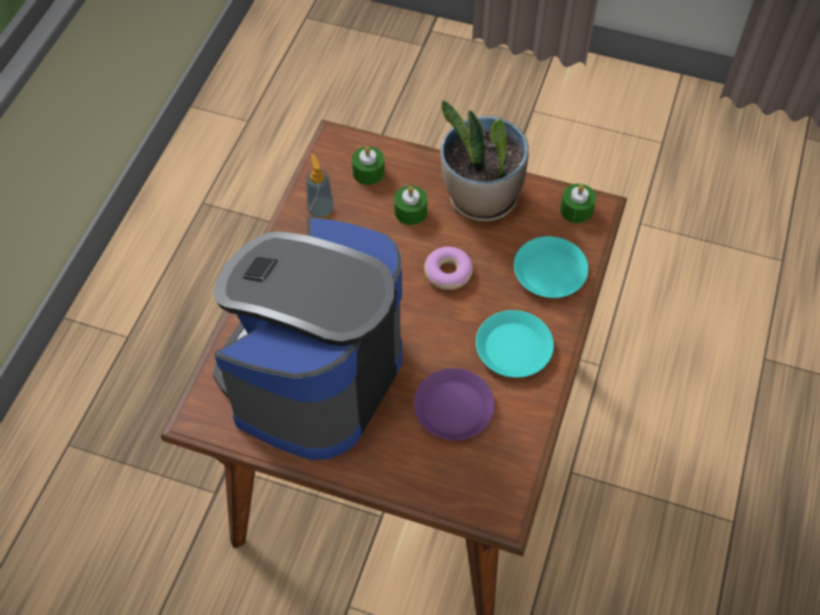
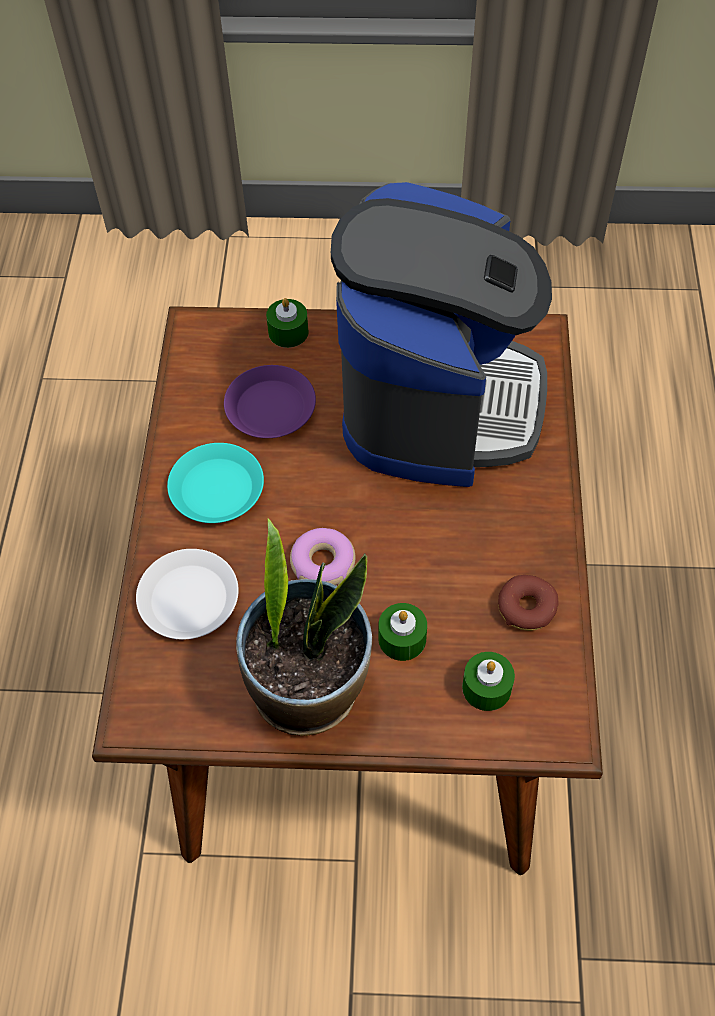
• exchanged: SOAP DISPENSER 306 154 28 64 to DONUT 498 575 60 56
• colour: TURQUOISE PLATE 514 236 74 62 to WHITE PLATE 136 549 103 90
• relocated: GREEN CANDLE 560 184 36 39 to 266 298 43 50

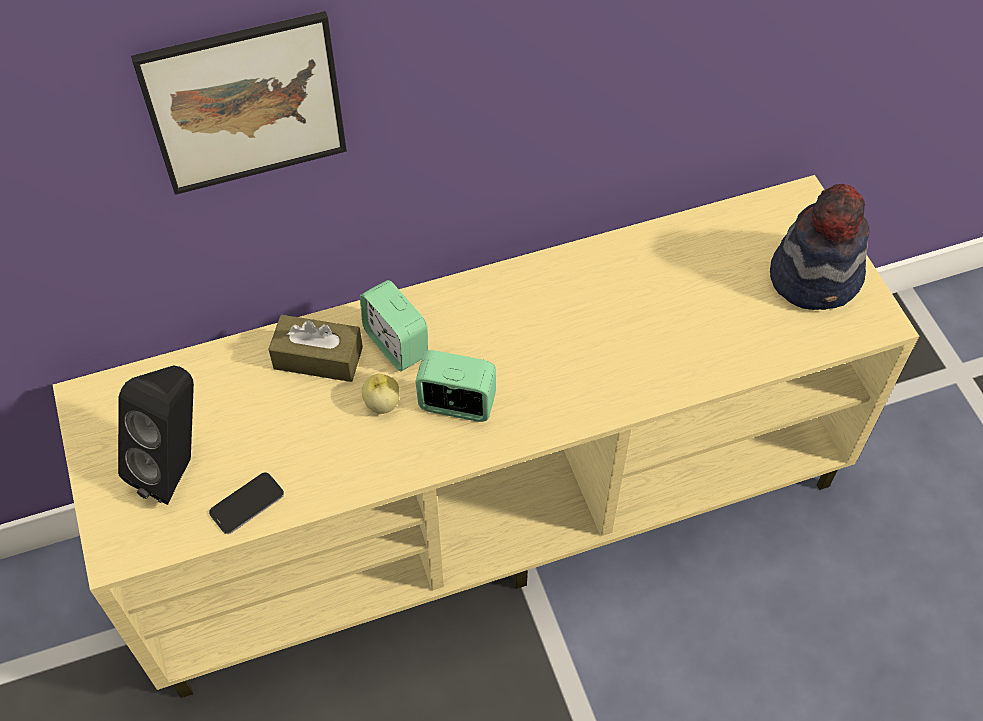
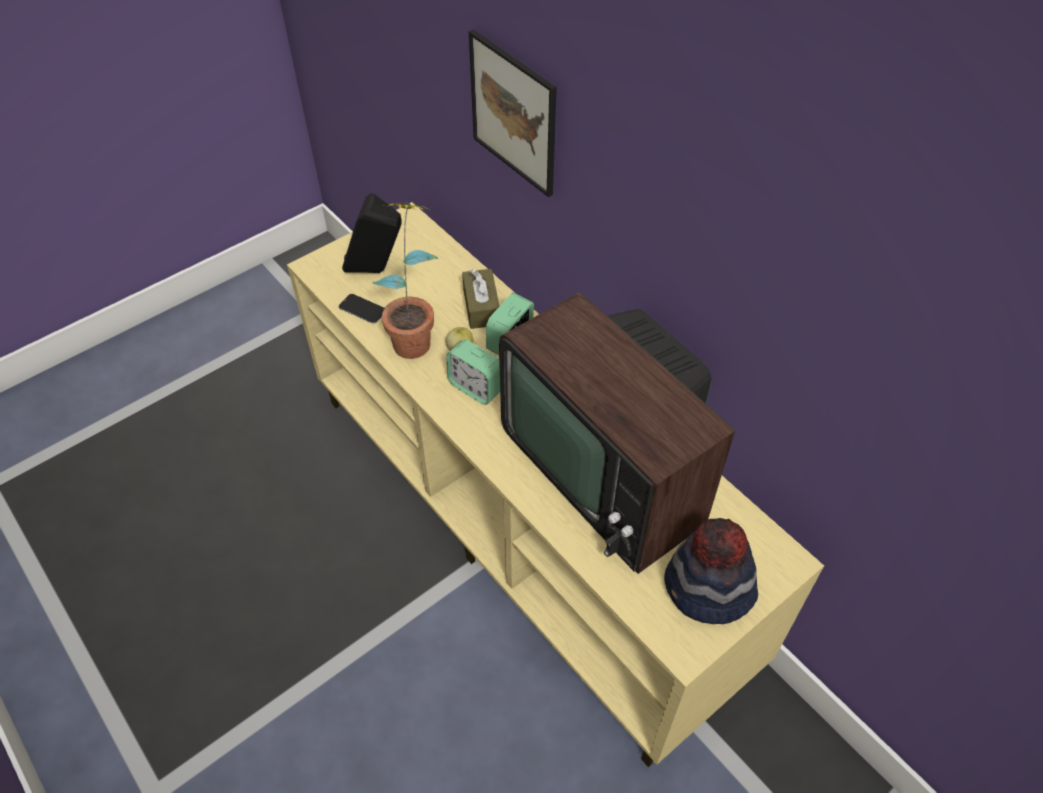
• spun: ALARM CLOCK 415 350 81 72 = 446 339 54 66 135 degrees clockwise
• appeared: POTTED PLANT 372 203 66 156
• appeared: TELEVISION 499 293 236 281

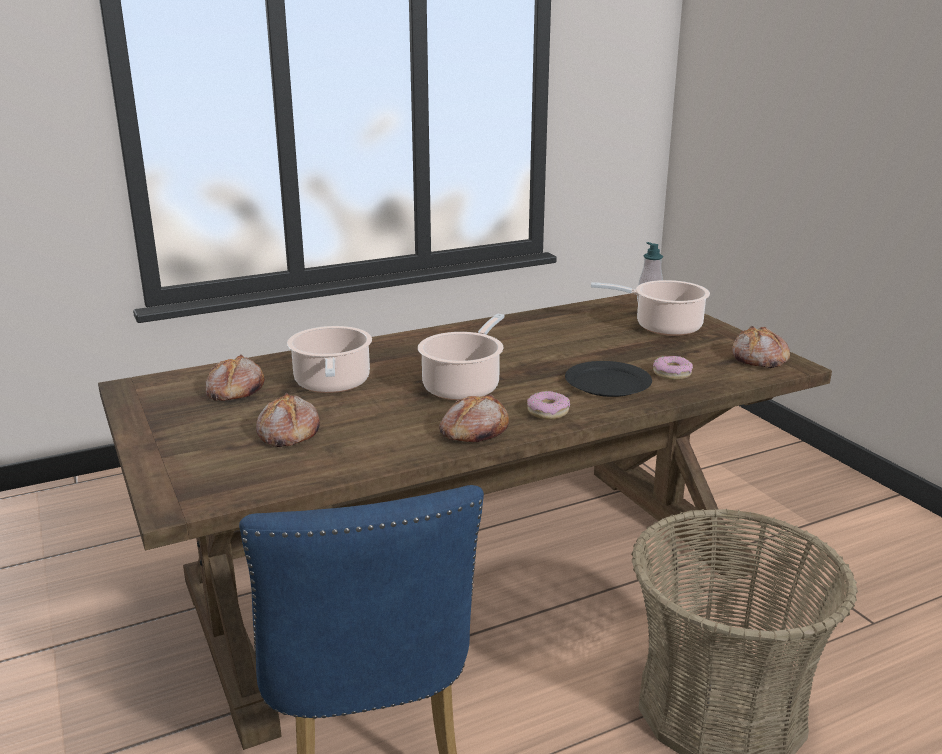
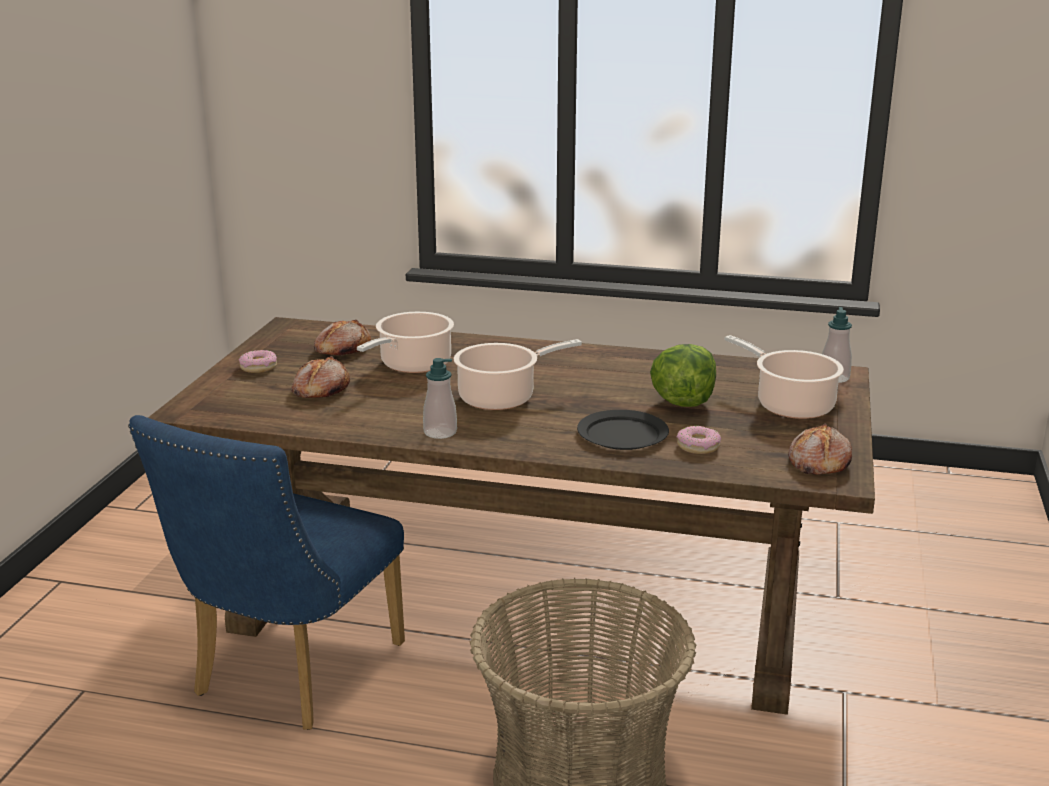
• exchanged: BREAD 439 394 70 48 to SOAP DISPENSER 423 358 34 81
• relocated: DONUT 527 391 43 29 to 239 350 38 23
• appeared: LETTUCE 650 344 66 63

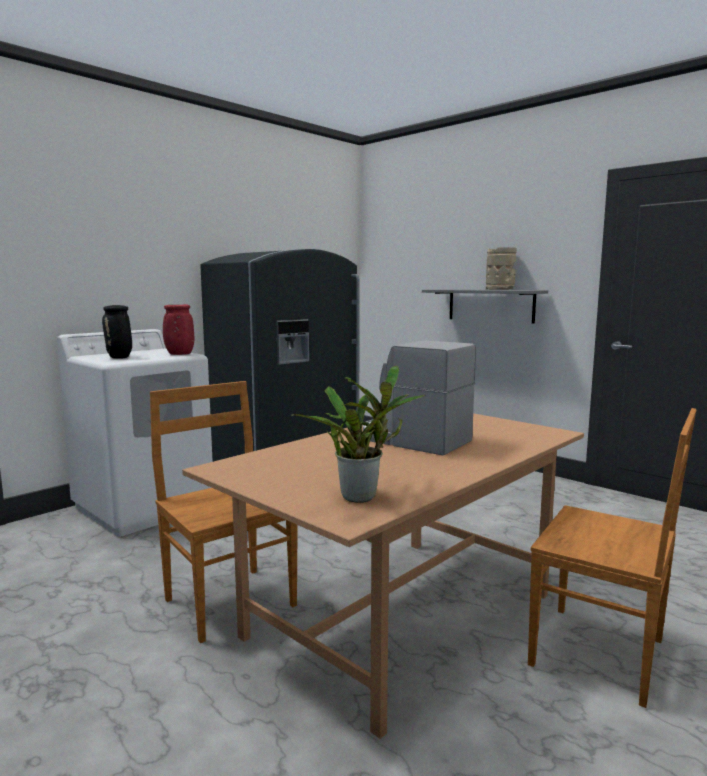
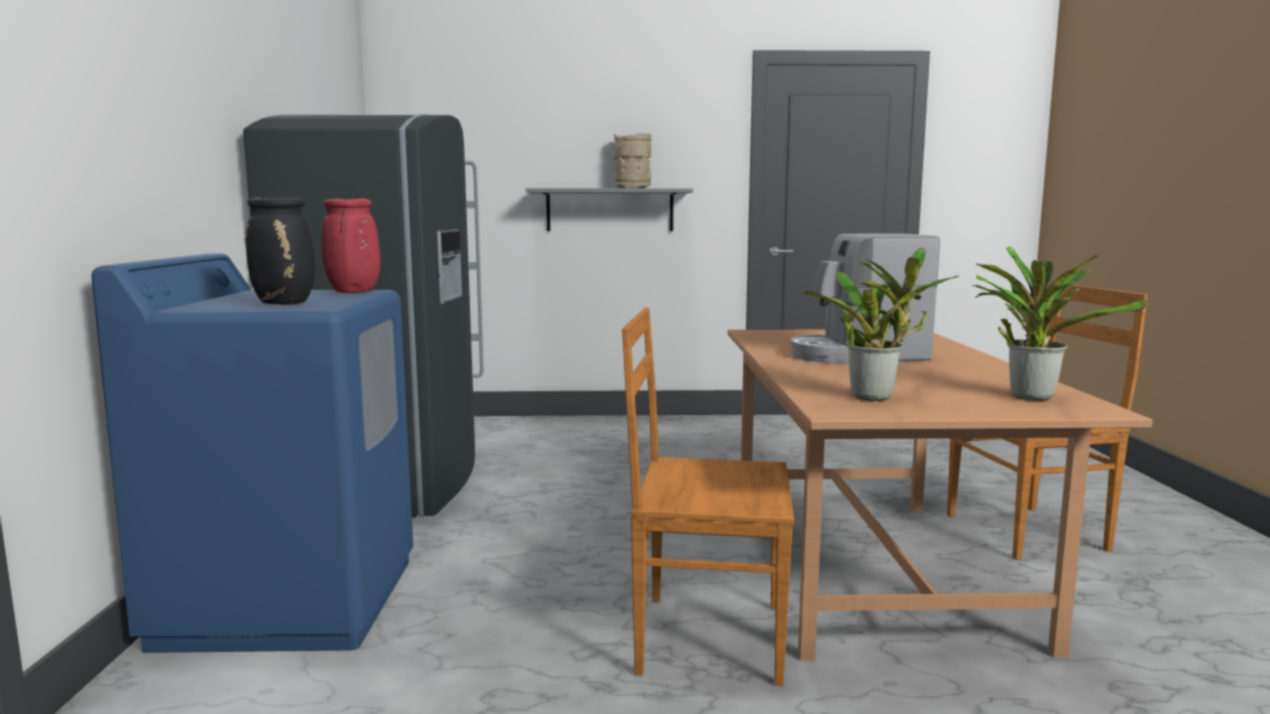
• colour: WHITE WASHING MACHINE 57 329 156 208 to BLUE WASHING MACHINE 91 253 322 400
• appeared: POTTED PLANT 801 248 158 153

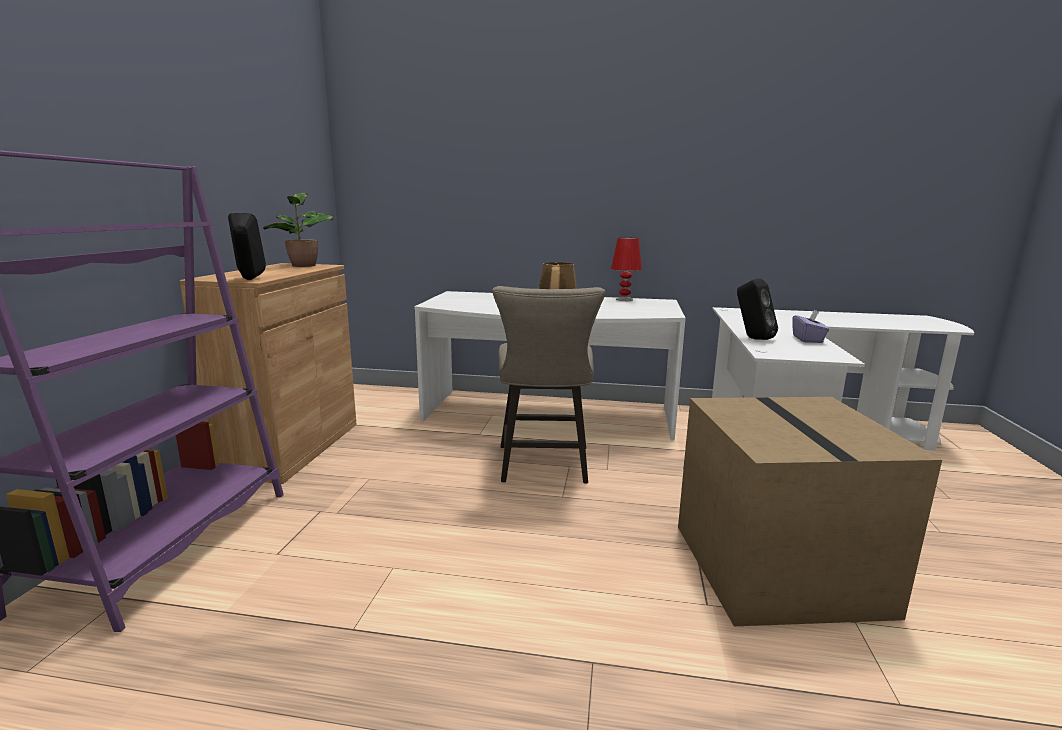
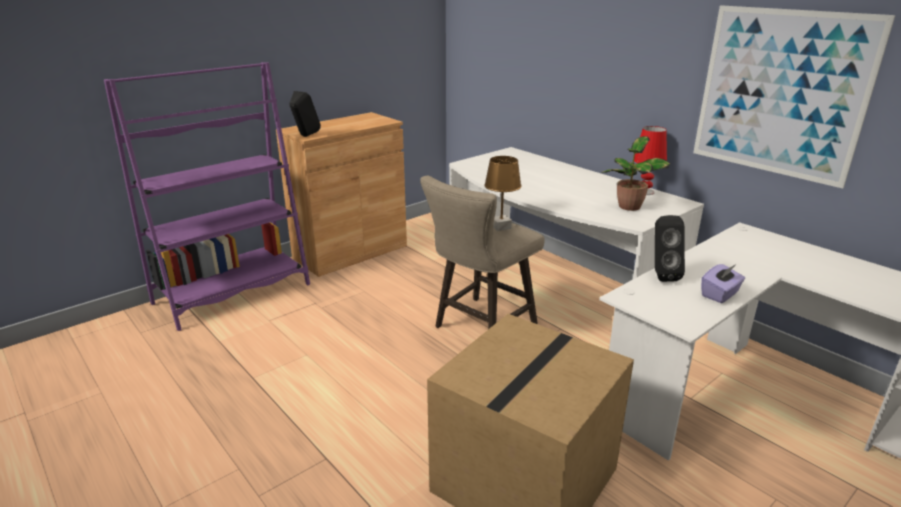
• relocated: POTTED PLANT 263 193 71 74 to 601 136 69 75
• appeared: PICTURE 693 5 203 184

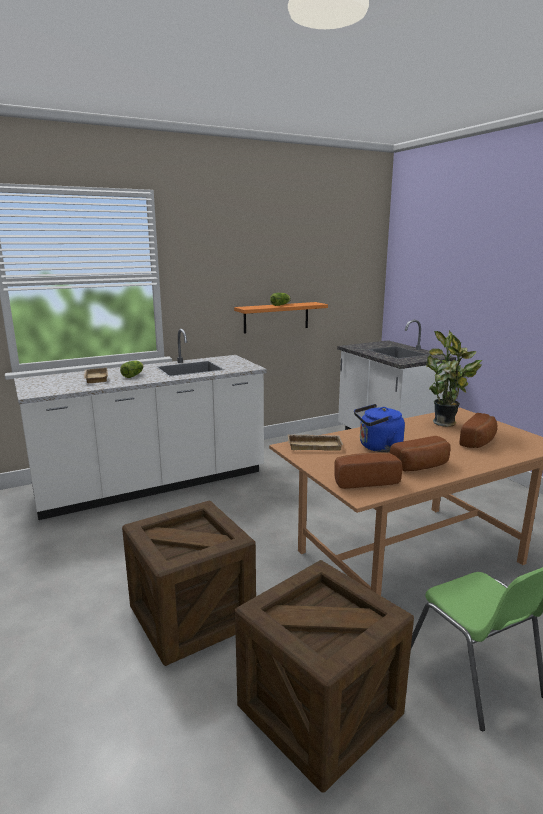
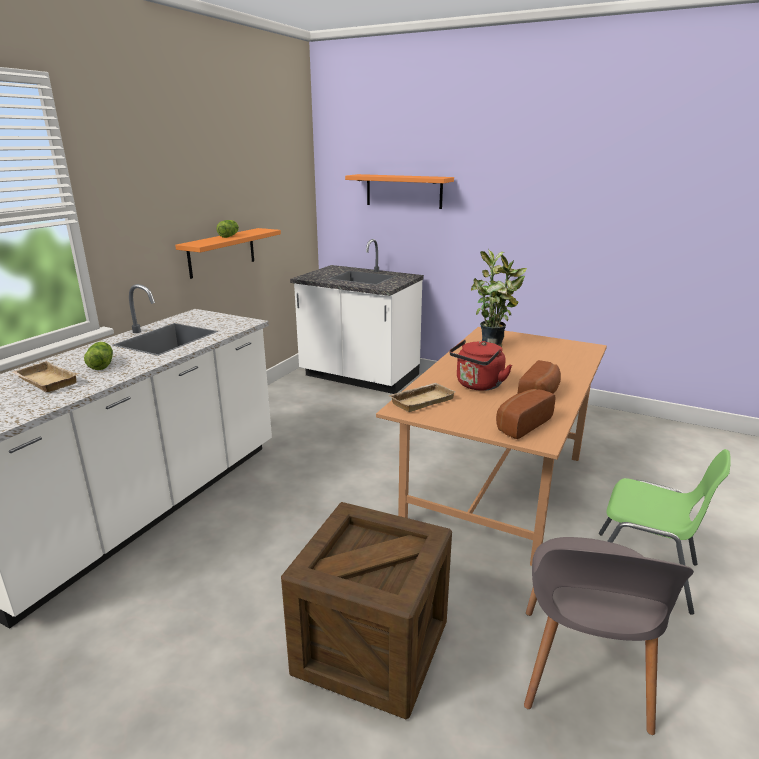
• exchanged: CRATE 235 560 179 232 to GREY CHAIR 524 537 170 198
• colour: BLUE KETTLE 354 404 51 48 to RED KETTLE 449 339 63 52
• missing: BREAD 460 413 38 35
• appeared: ORANGE SHELF 345 174 109 35

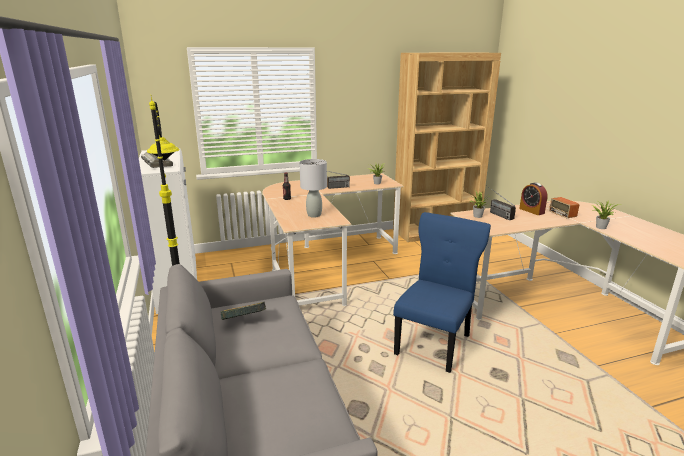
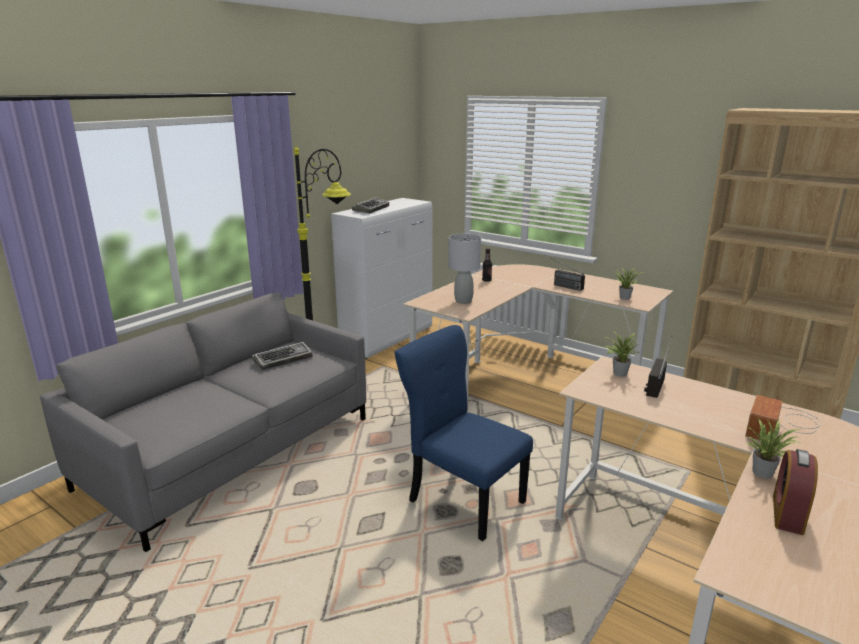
• exchanged: BOOK 220 302 46 18 to KEYBOARD 252 342 61 28
• spun: BLUE CHAIR 393 212 98 161 = 394 325 139 216 135 degrees counterclockwise
• relocated: ALARM CLOCK 519 182 29 33 to 773 449 45 86

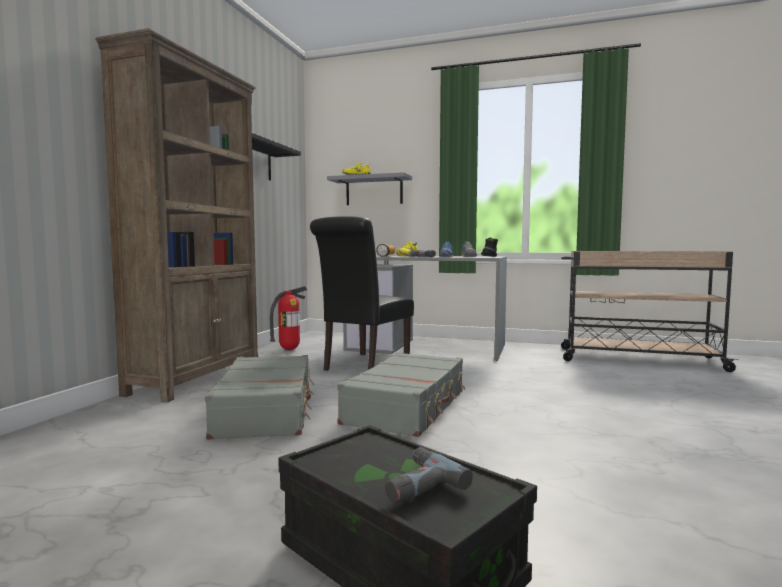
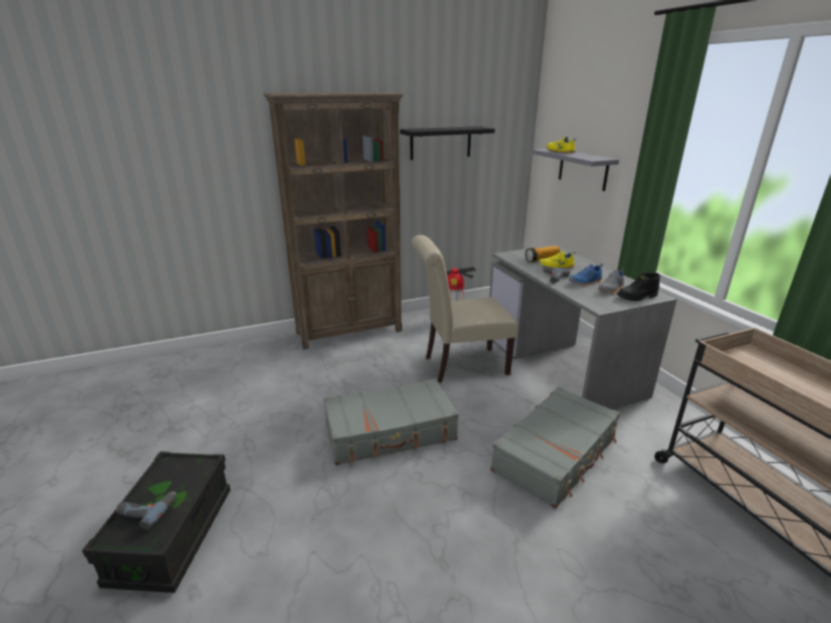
• relocated: GREY SUITCASE 205 355 109 85 to 490 387 130 122
• colour: BLACK CHAIR 310 216 104 155 to BEIGE CHAIR 412 235 107 148

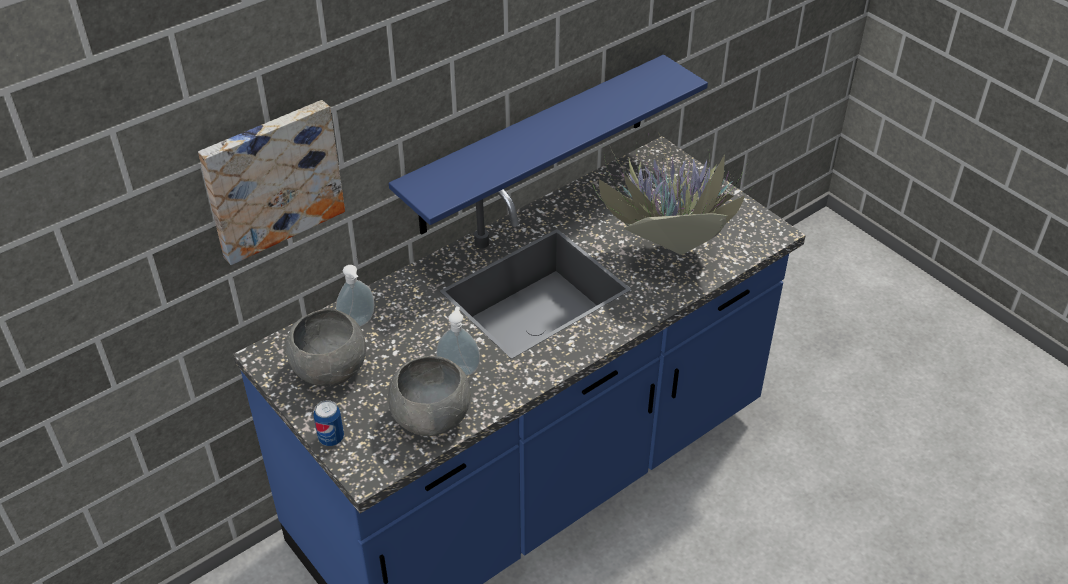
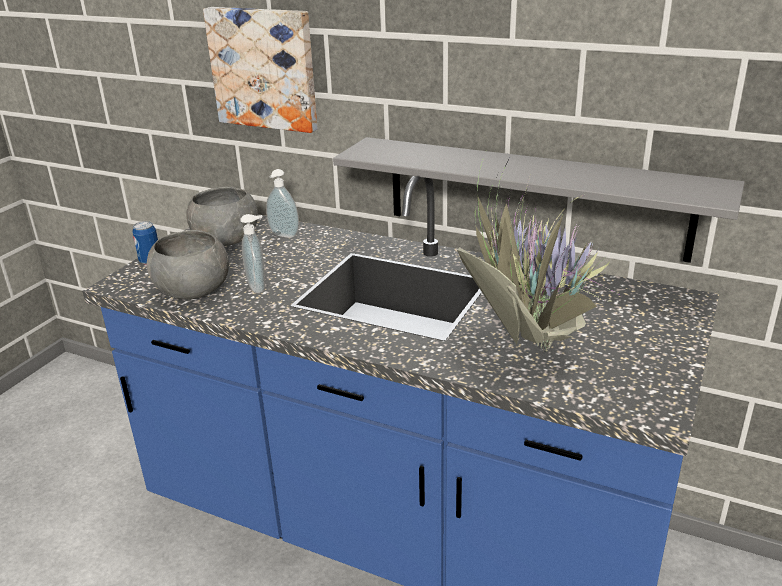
• colour: BLUE SHELF 389 55 319 180 to GREY SHELF 333 137 412 126

